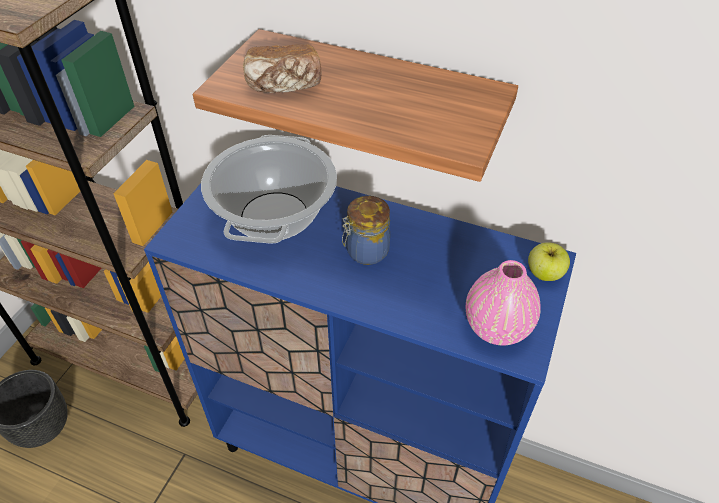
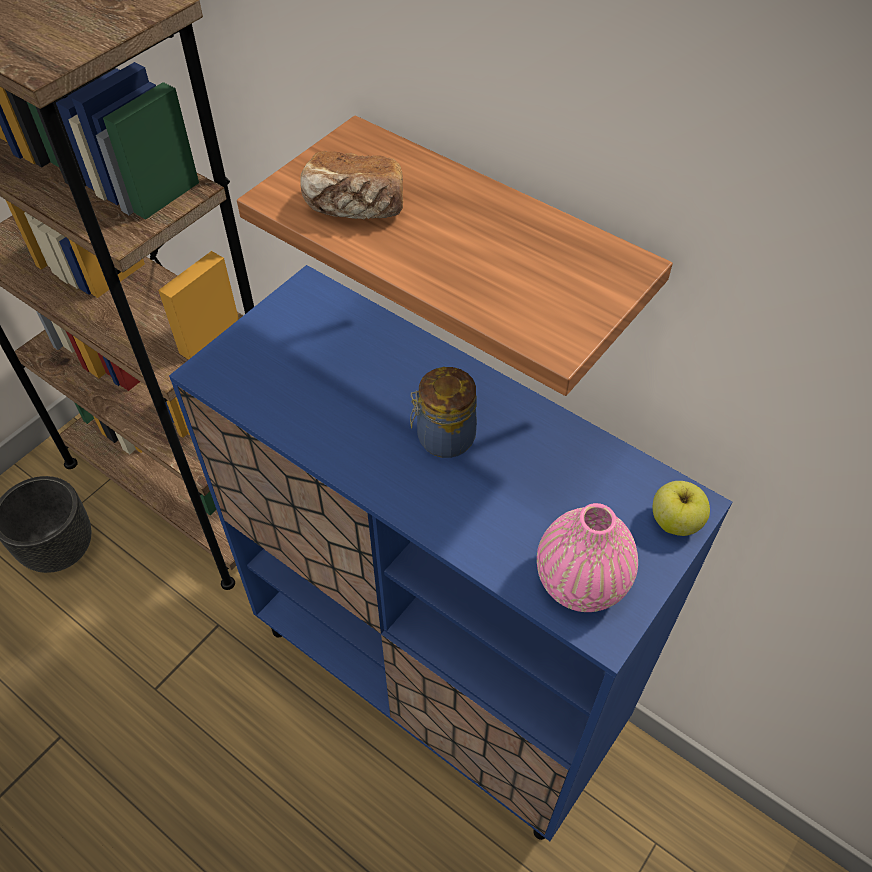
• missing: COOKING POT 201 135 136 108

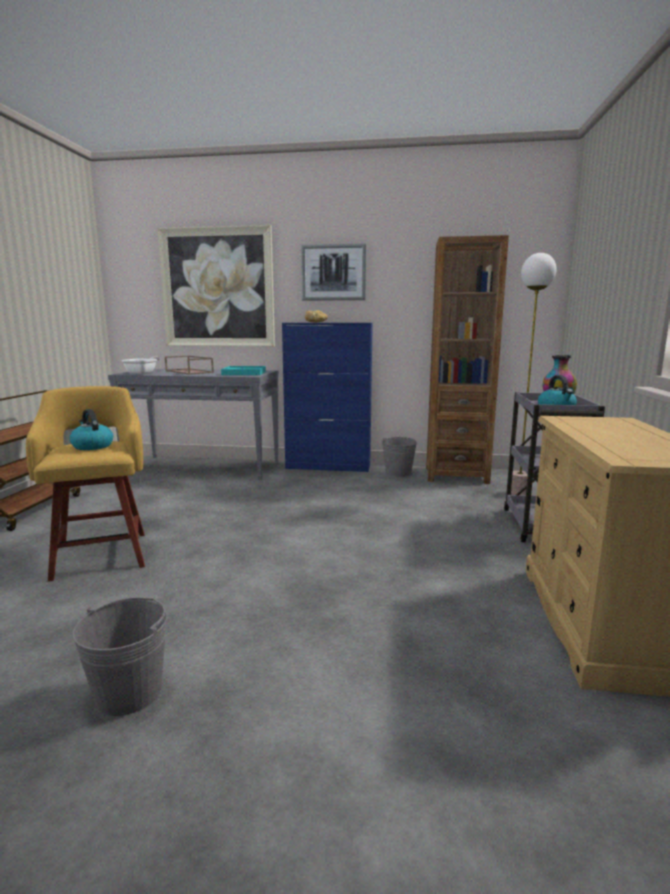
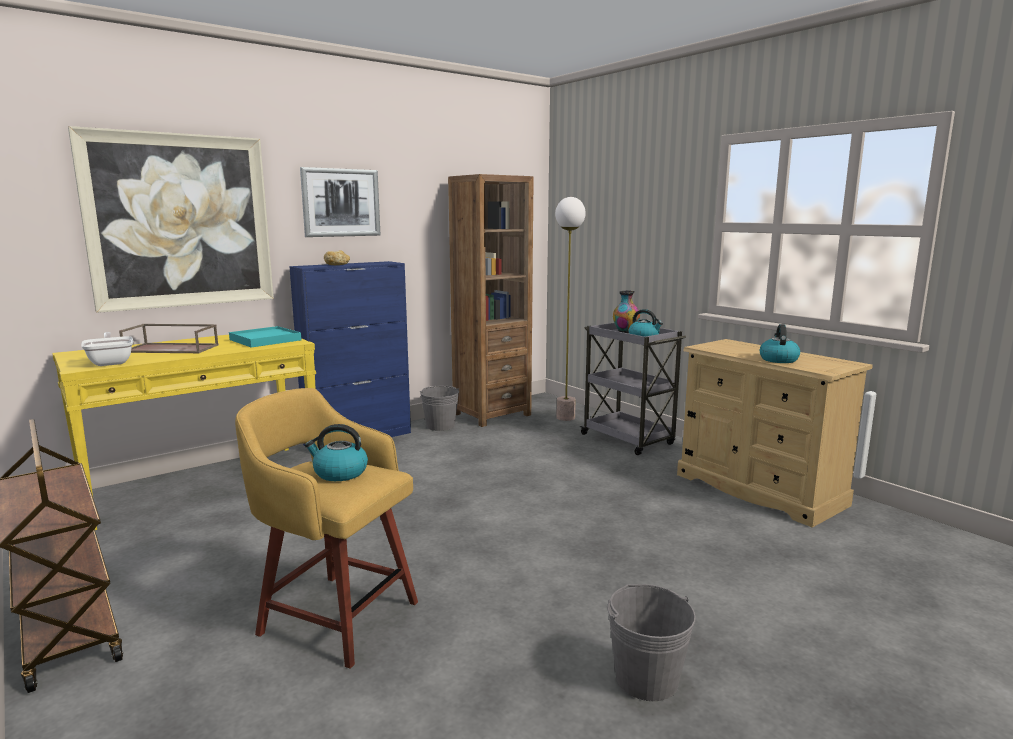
• colour: GREY CONSOLE TABLE 108 369 171 111 to YELLOW CONSOLE TABLE 52 335 264 195
• appeared: KETTLE 760 324 40 39

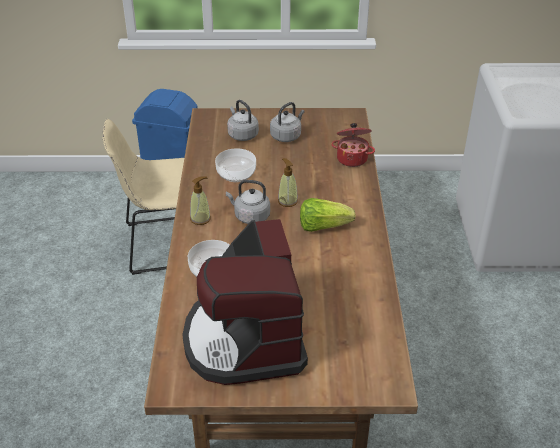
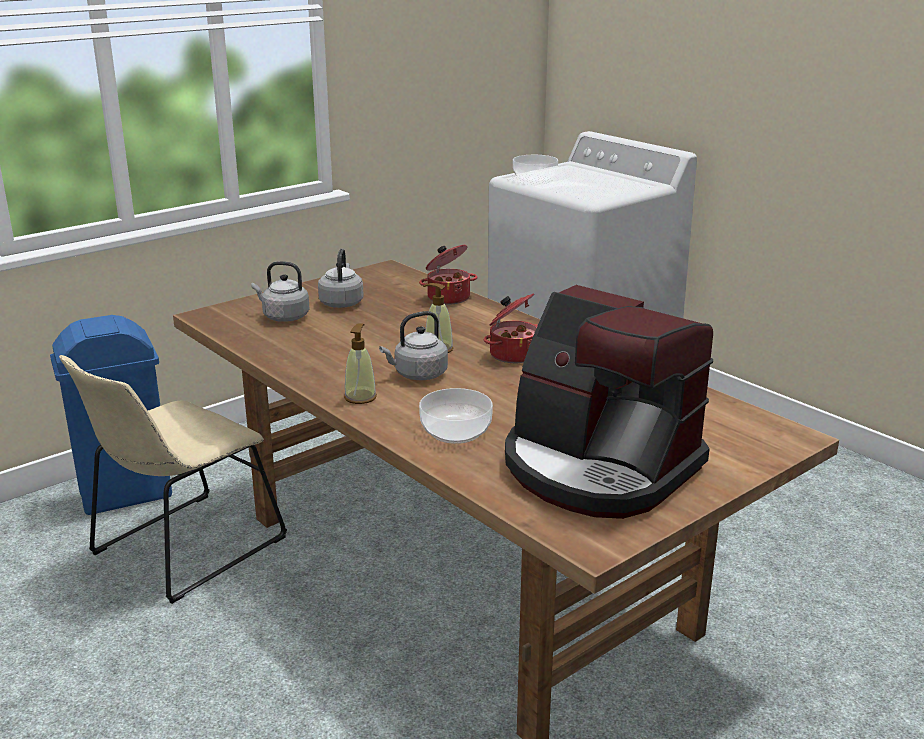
• relocated: BOWL 215 148 41 34 to 513 155 45 28
• exchanged: LETTUCE 300 198 56 34 to COOKING POT 484 293 54 70

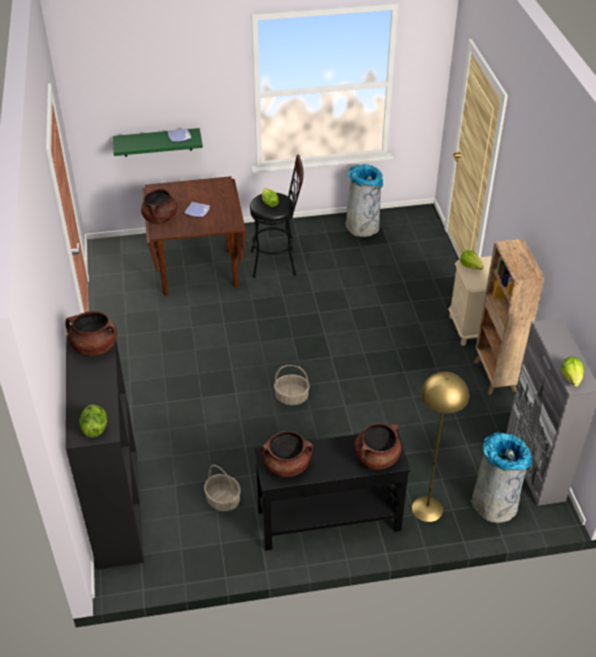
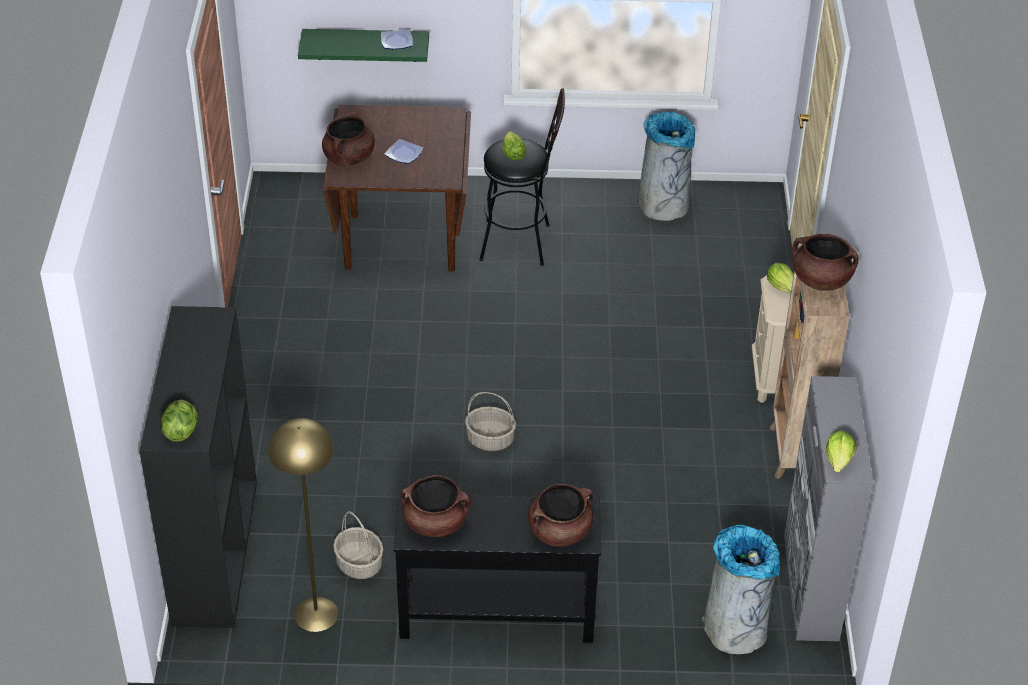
• relocated: BROWN COOKING POT 65 311 52 45 to 792 234 67 57
• relocated: YELLOW FLOOR LAMP 412 371 57 151 to 268 418 70 214

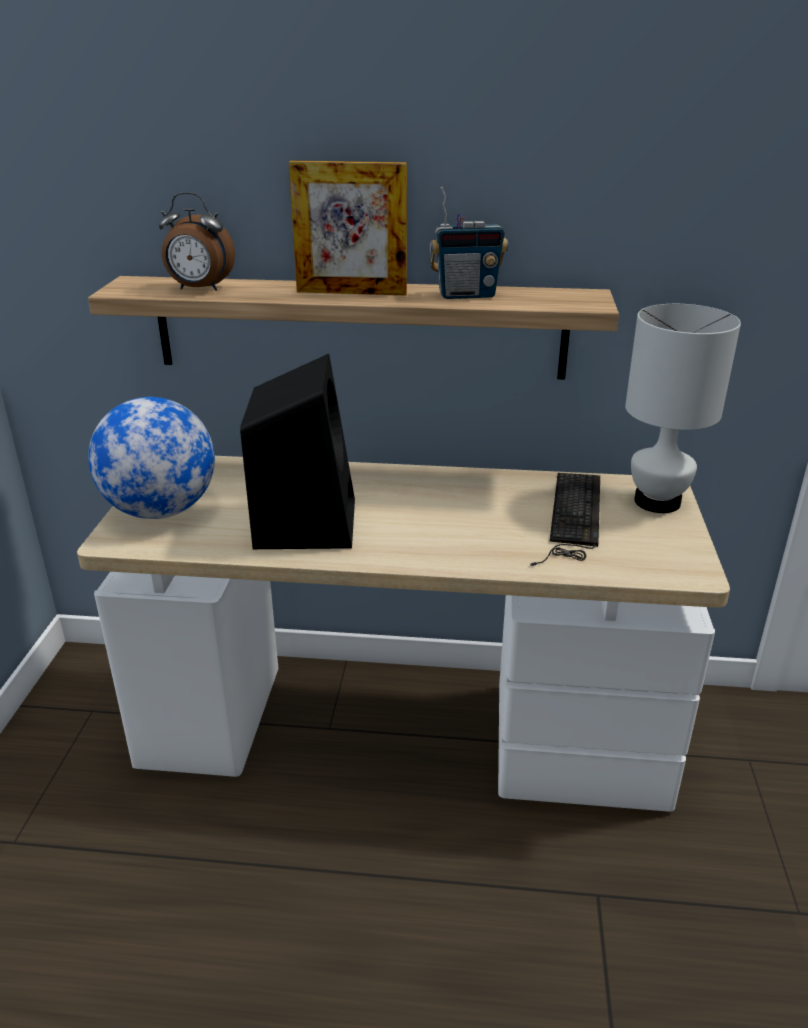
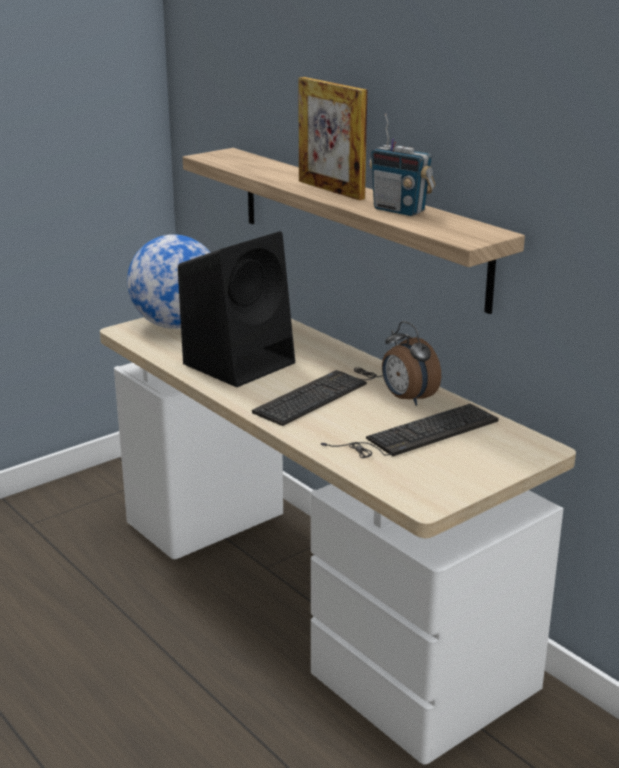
• relocated: ALARM CLOCK 159 192 76 99 to 382 321 59 85
• missing: WHITE TABLE LAMP 625 304 116 209
• appeared: KEYBOARD 252 367 131 59

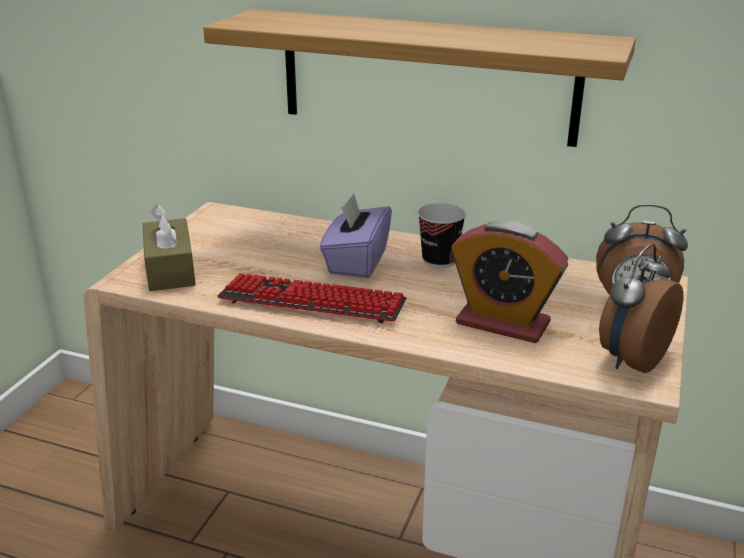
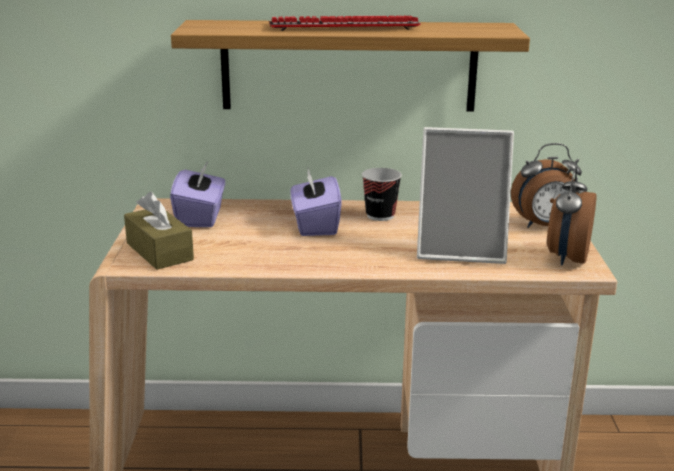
• relocated: KEYBOARD 218 273 189 50 to 269 16 152 15
• exchanged: ALARM CLOCK 451 220 117 123 to PICTURE FRAME 417 127 97 137
• appeared: PURPLE TISSUE BOX 170 160 55 67

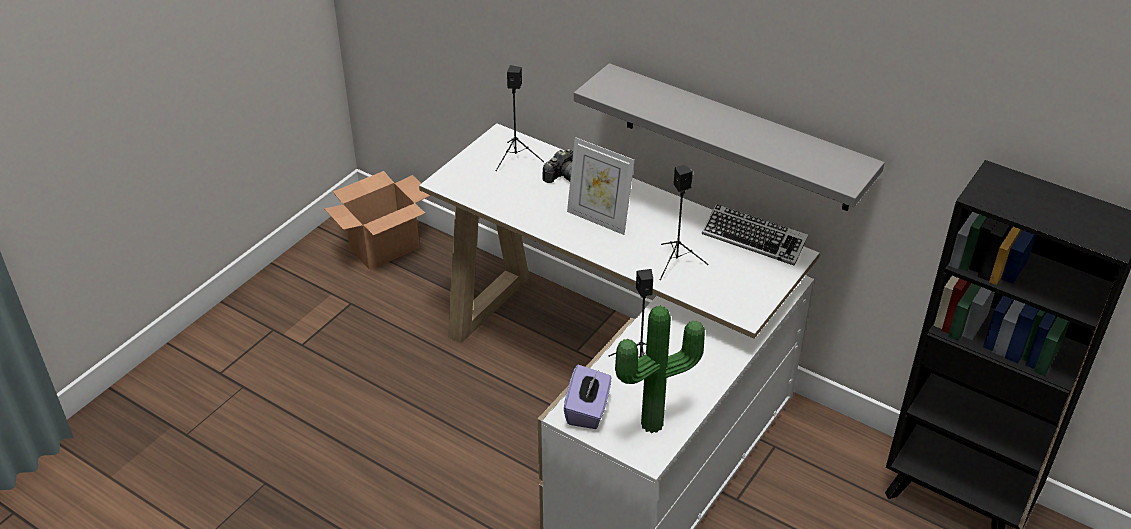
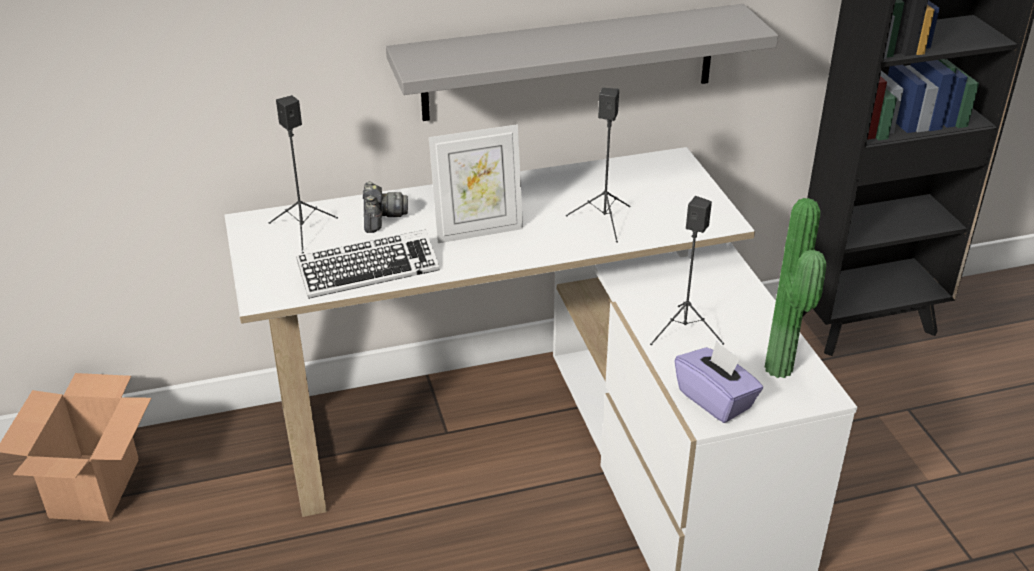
• relocated: KEYBOARD 702 204 106 62 to 296 230 144 69

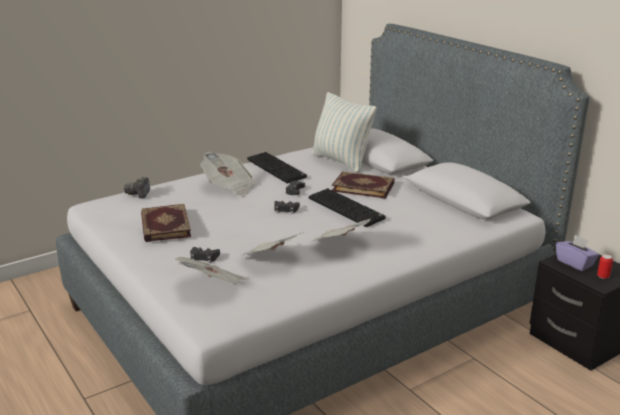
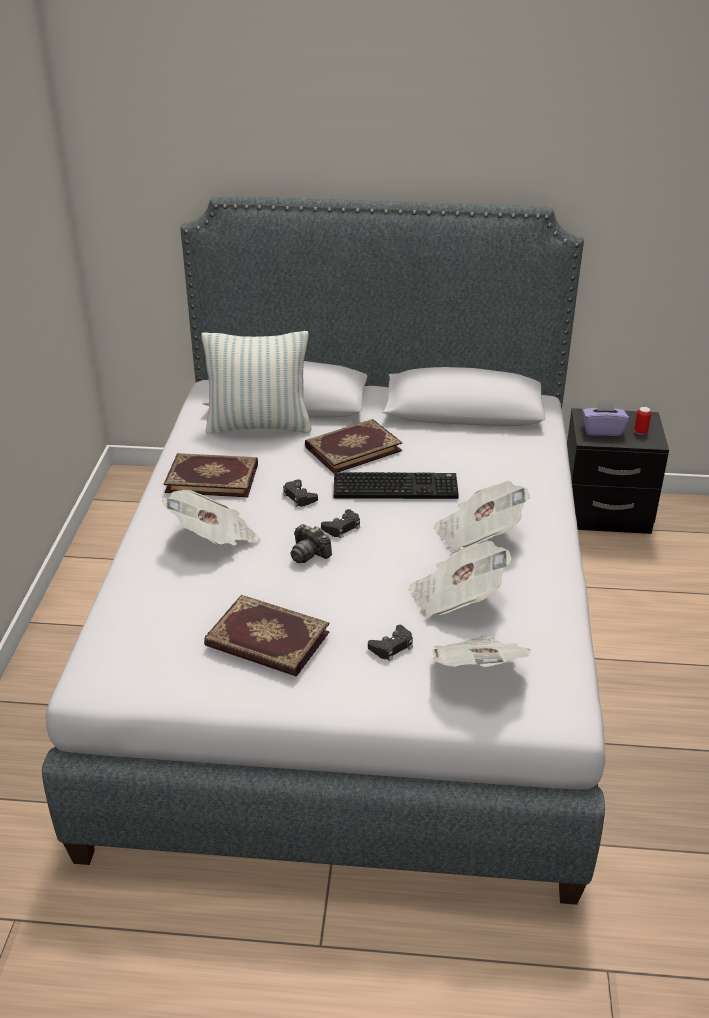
• relocated: PHOTO CAMERA 124 177 26 21 to 291 524 41 39
• exchanged: KEYBOARD 247 152 60 32 to BOOK 164 453 94 44

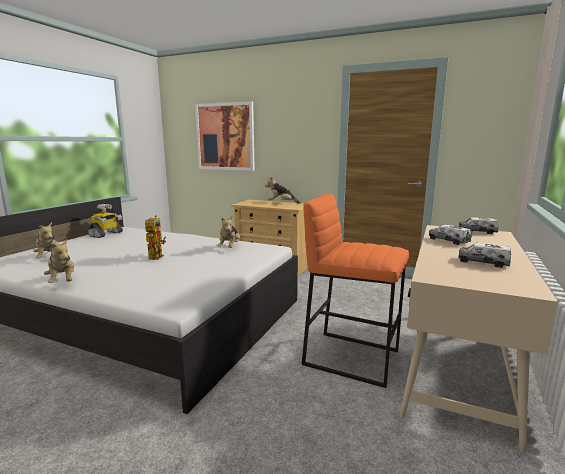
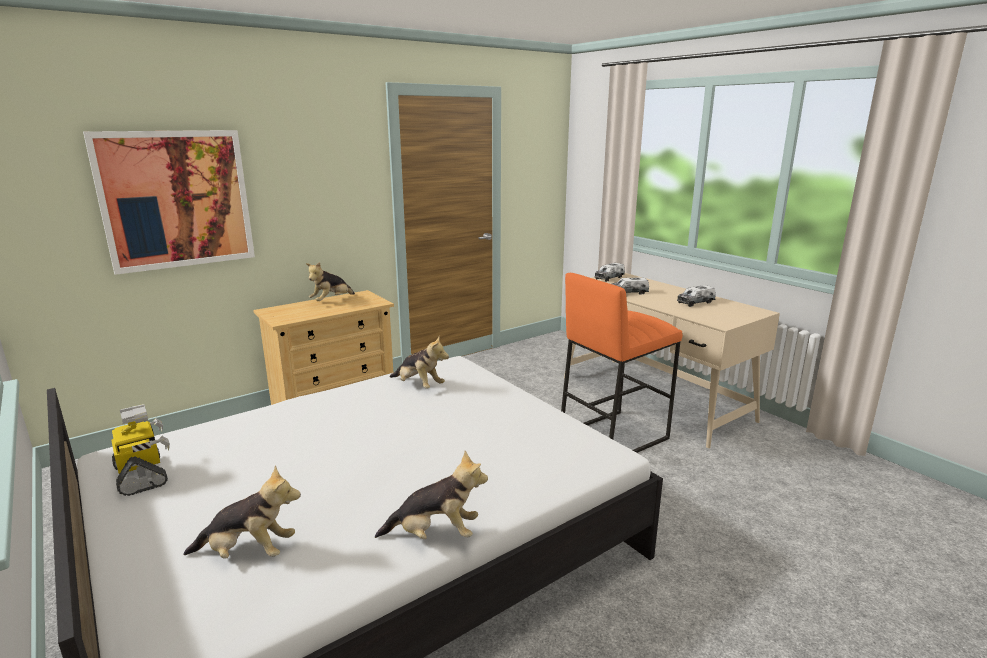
• missing: TOY ROBOT 145 215 21 45

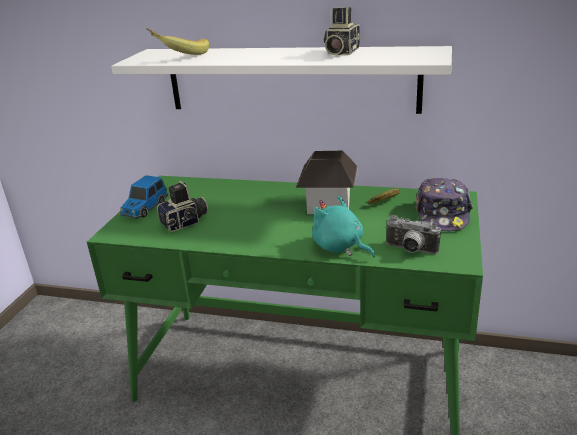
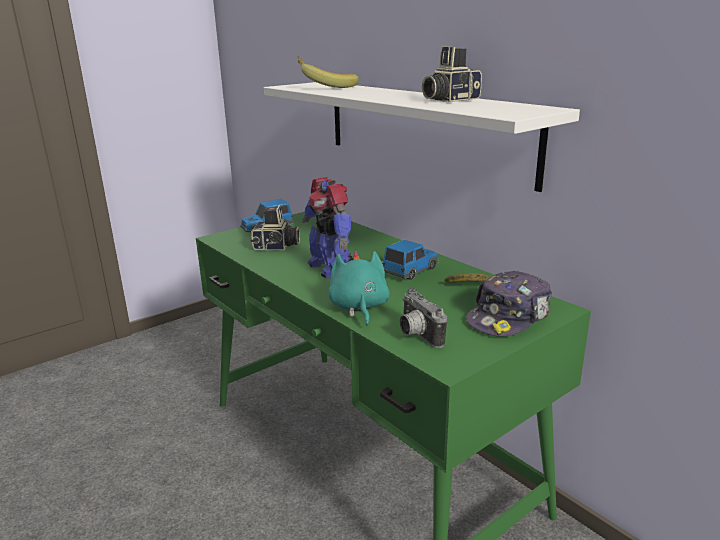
• exchanged: TOY HOUSE 296 151 62 63 to TOY CAR 382 240 57 40
• appeared: TOY ROBOT 302 177 51 101

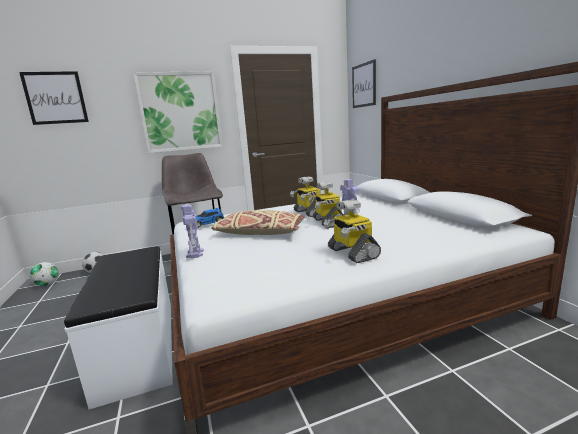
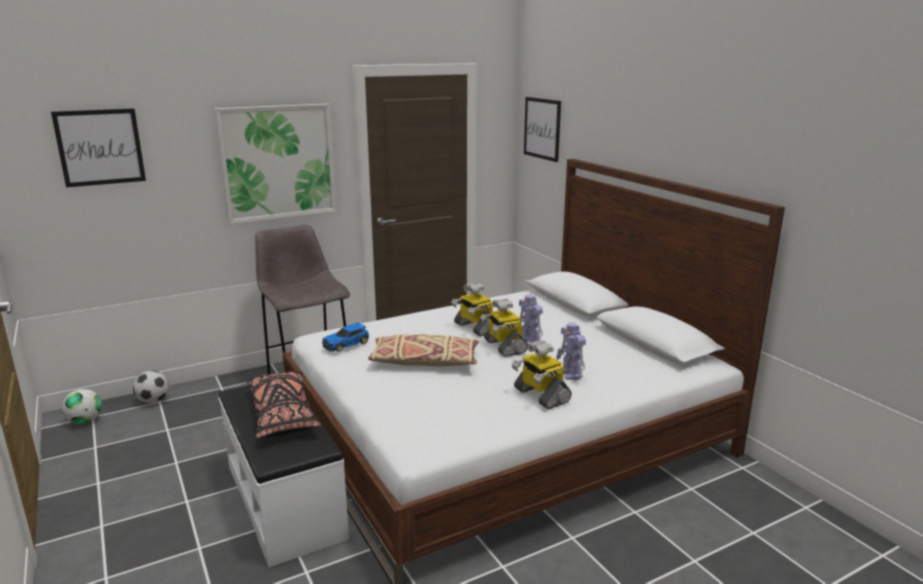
• relocated: TOY ROBOT 181 204 23 54 to 556 322 30 58
• appeared: BLACK PILLOW 247 371 74 67

